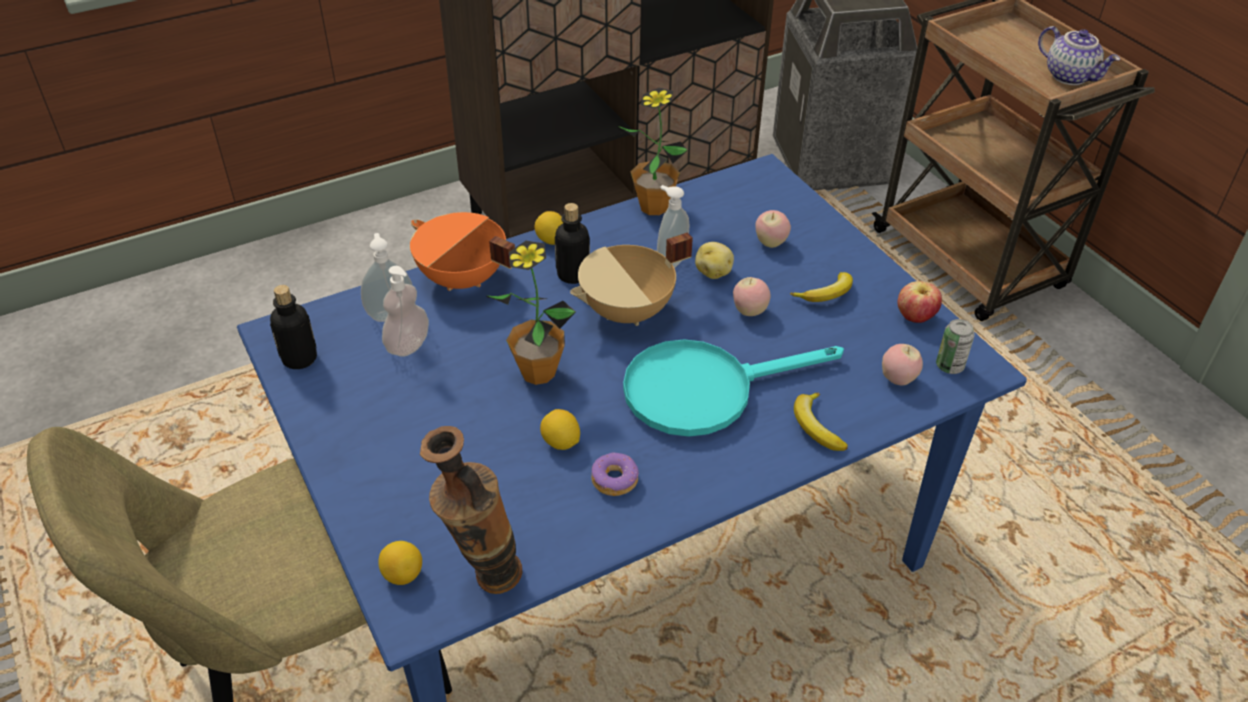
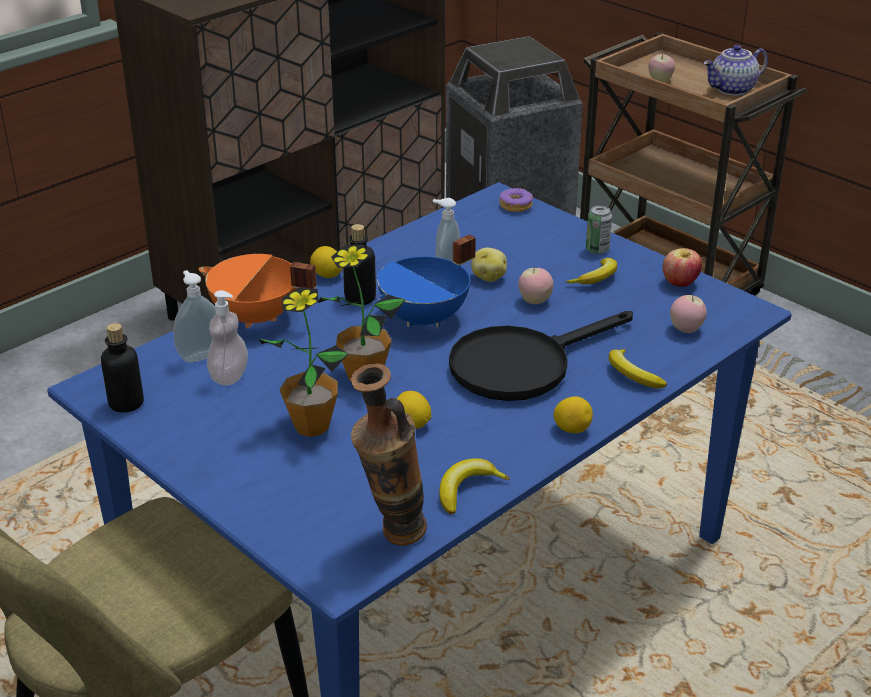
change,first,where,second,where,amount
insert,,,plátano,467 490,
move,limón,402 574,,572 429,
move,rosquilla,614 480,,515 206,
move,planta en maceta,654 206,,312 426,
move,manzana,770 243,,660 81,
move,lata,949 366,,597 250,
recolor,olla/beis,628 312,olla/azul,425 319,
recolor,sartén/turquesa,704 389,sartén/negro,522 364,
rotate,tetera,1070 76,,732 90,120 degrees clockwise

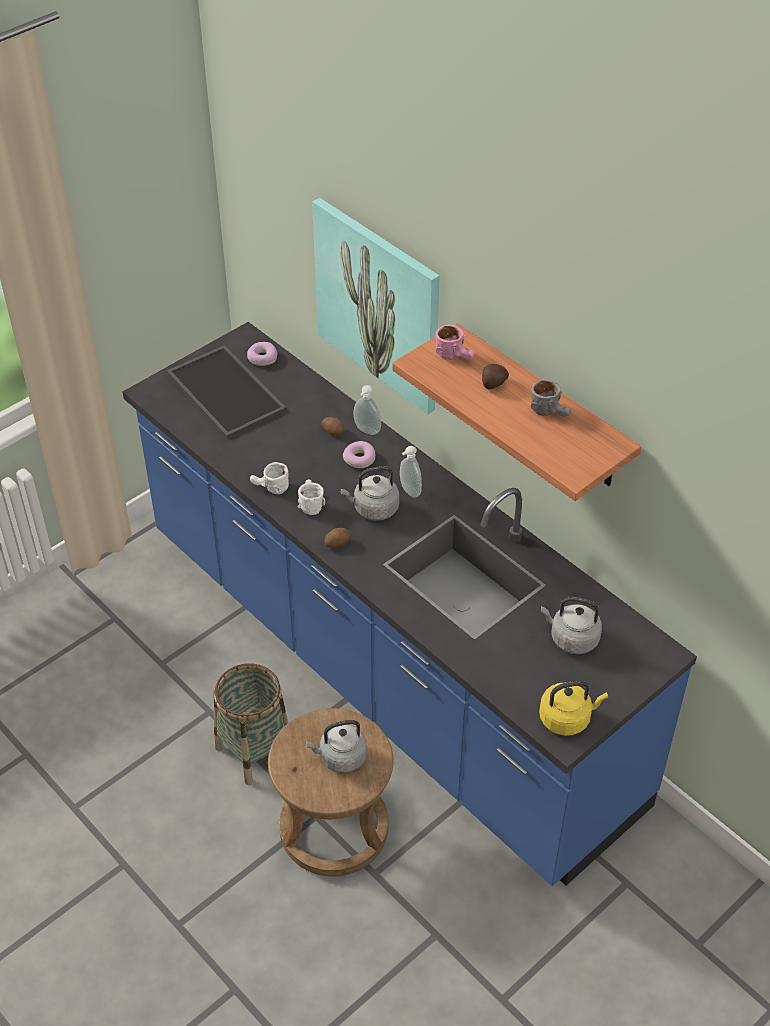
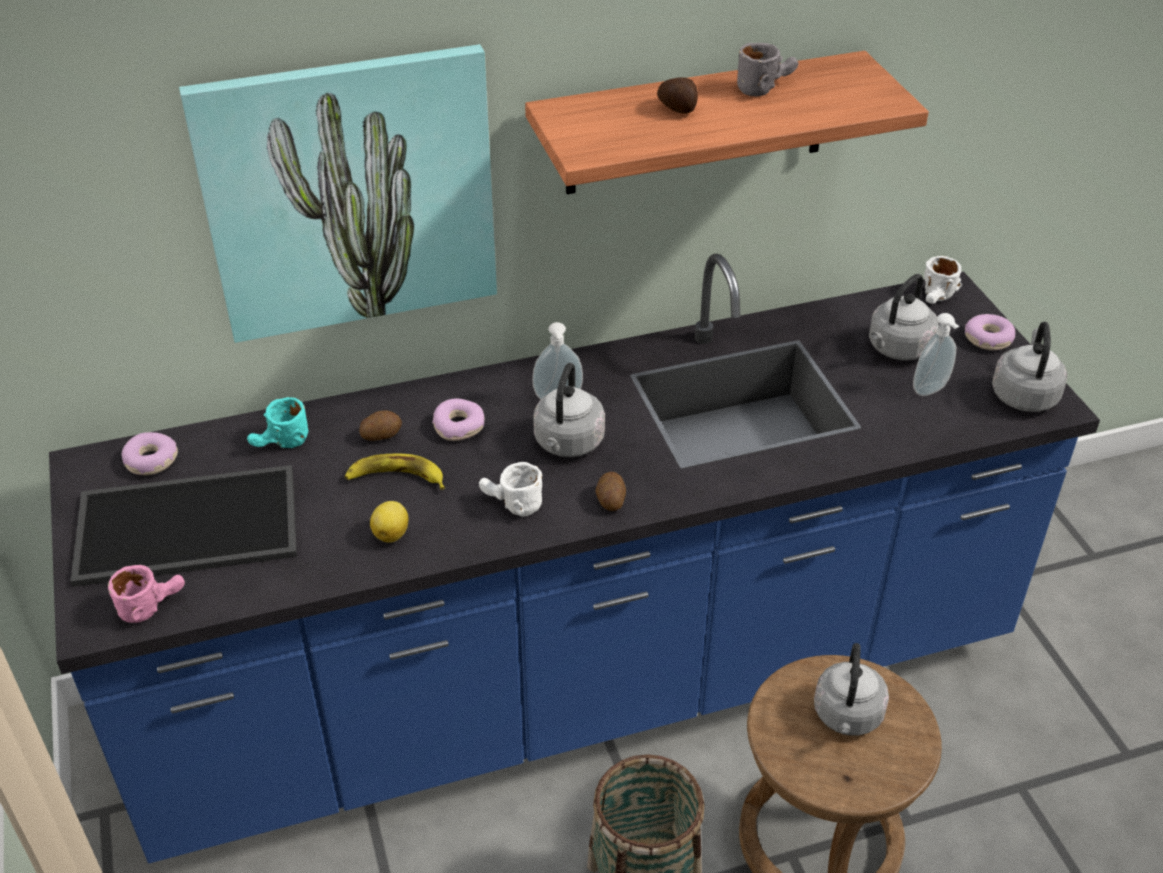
change,first,where,second,where,amount
insert,,,taza grande/turquesa,281 445,
insert,,,plátano,396 478,
insert,,,limón,392 533,
insert,,,rosquilla,988 339,
move,taza grande/blanco,270 489,,937 300,
move,dispensador de jabón,366 431,,931 390,
move,taza grande/rosa,456 356,,152 604,
recolor,hervidor/amarillo,567 718,hervidor/gris,1024 394,

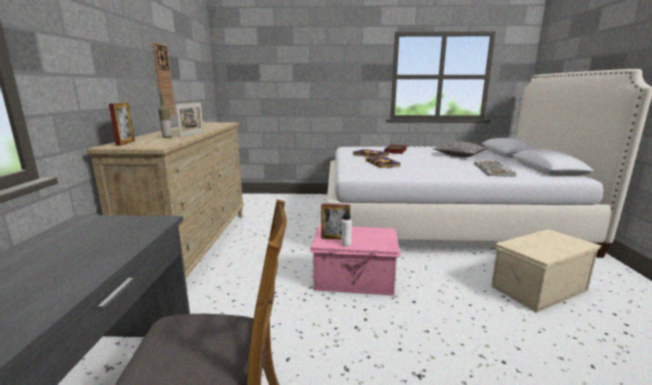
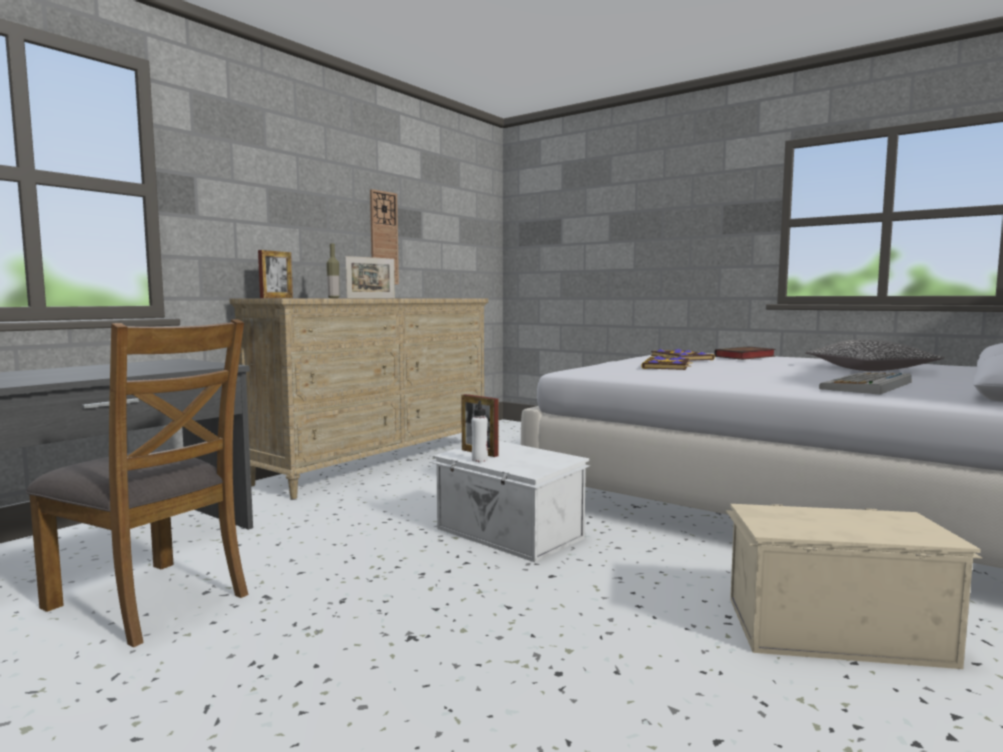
change,first,where,second,where,amount
recolor,caja de almacenaje/rosa,354 280,caja de almacenaje/blanco,508 534,

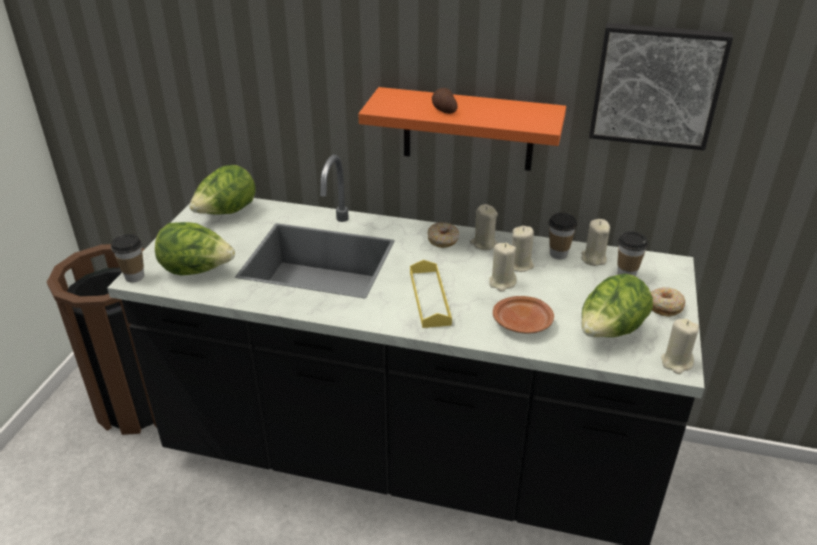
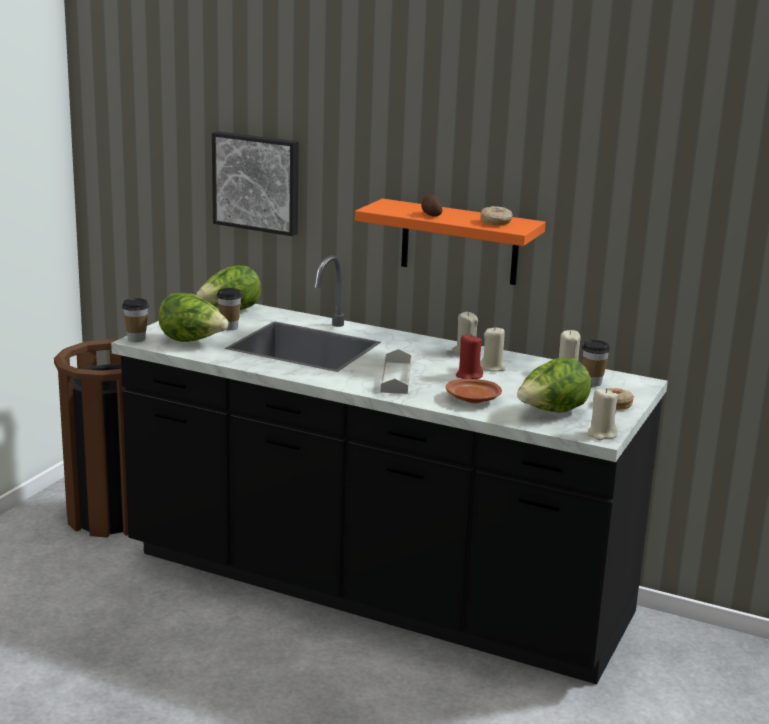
change,first,where,second,where,amount
move,rosquilla,443 240,,496 222,
move,taza,558 254,,229 327,
move,cuadro,656 85,,257 182,
recolor,bandeja/amarillo,429 298,bandeja/gris,396 377,
recolor,vela/beis,502 283,vela/rojo,468 376,

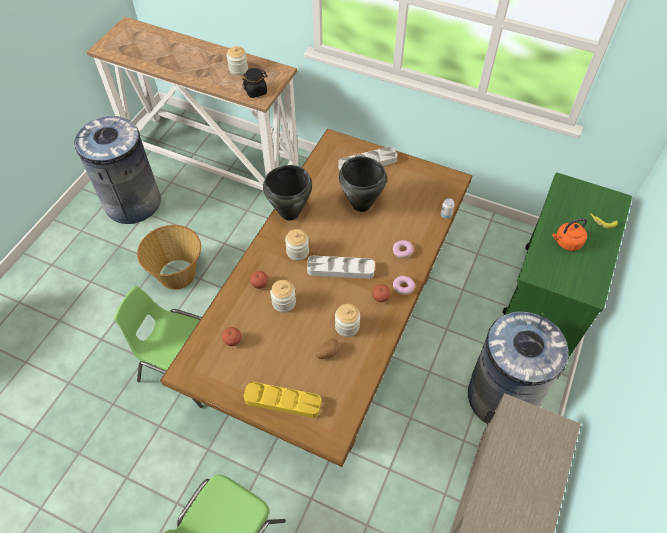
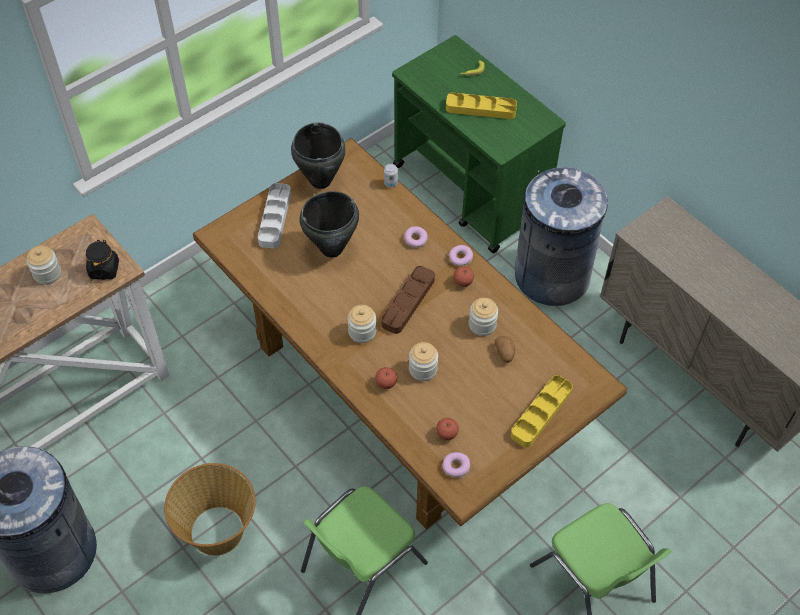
change,first,where,second,where,amount
insert,,,rosquilla,456 467,
move,olla/negro,289 213,,320 181,
replace,hervidor/naranja,566 242,bandeja/amarillo,481 109,
recolor,bandeja/gris,340 269,bandeja/marrón,408 302,

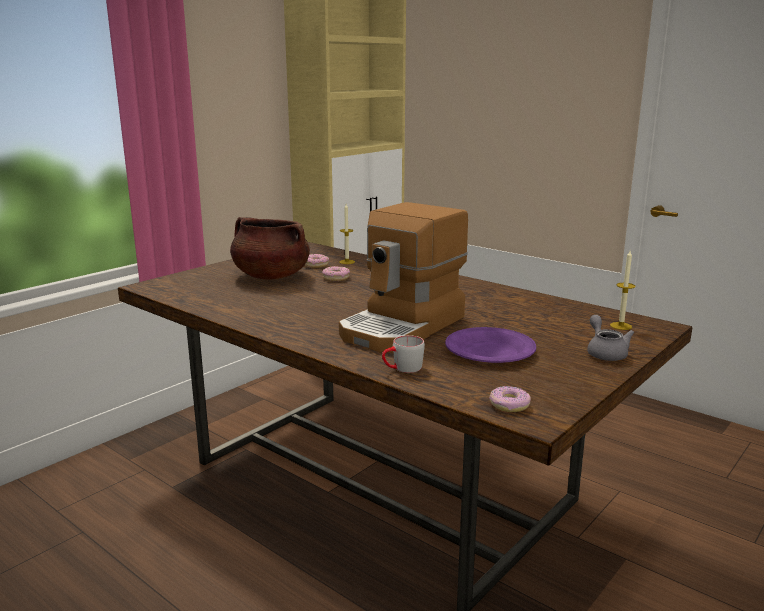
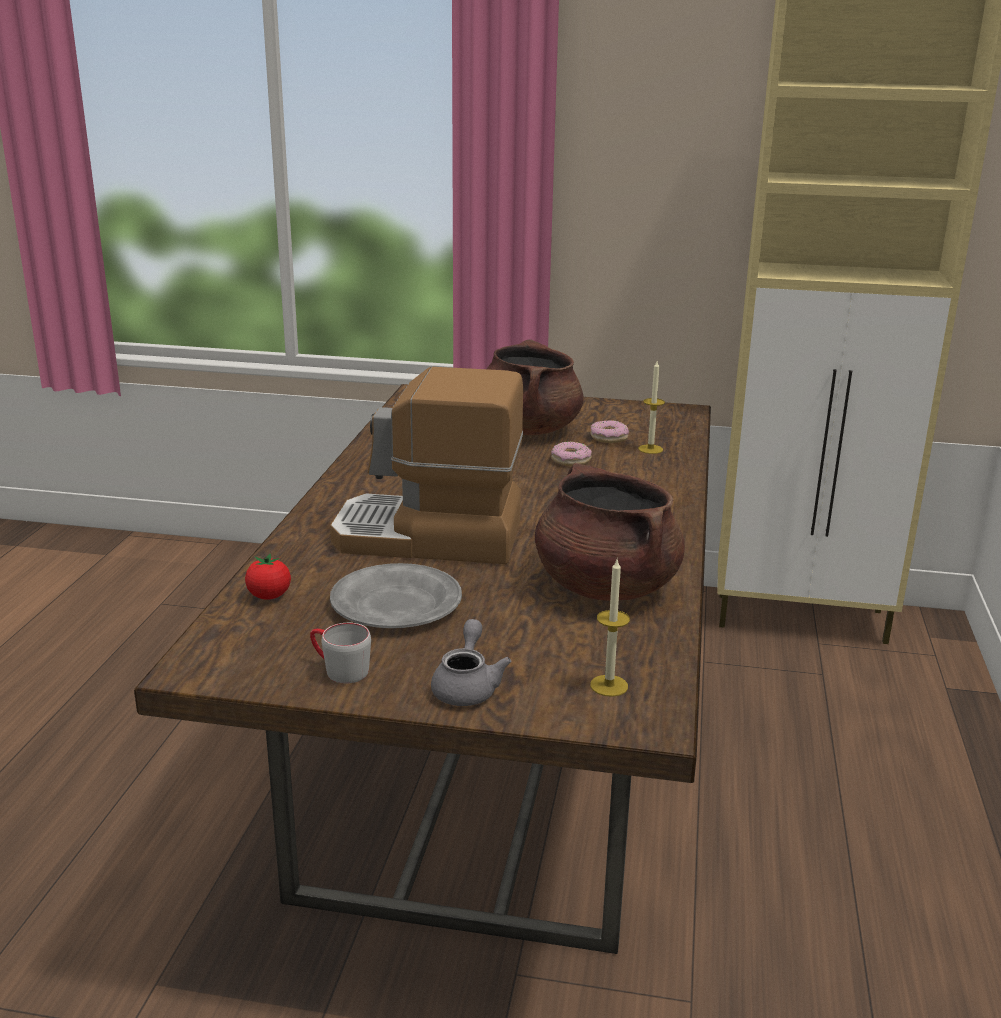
change,first,where,second,where,amount
delete,rosquilla,509 405,,,
insert,,,tomate,269 596,
insert,,,olla/marrón,605 586,
move,taza grande/gris,402 369,,339 669,
recolor,plato/morado,490 350,plato/gris,397 604,
rotate,tetera/gris,605 353,,467 686,45 degrees counterclockwise

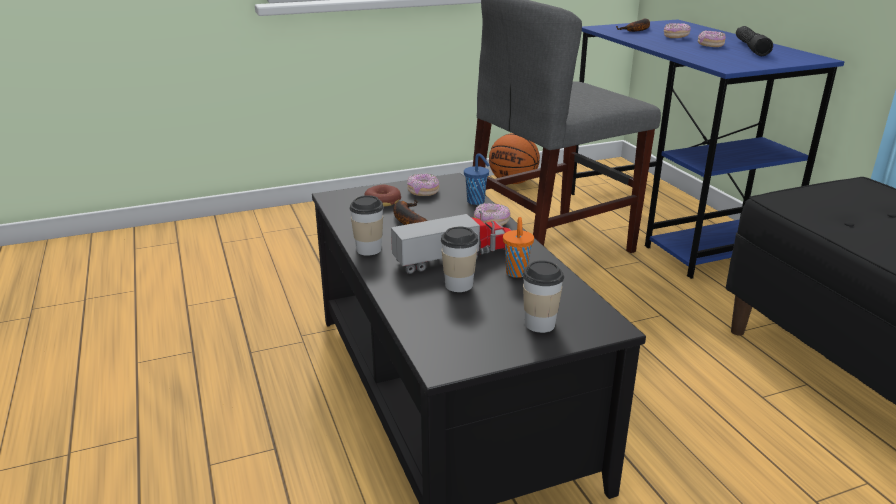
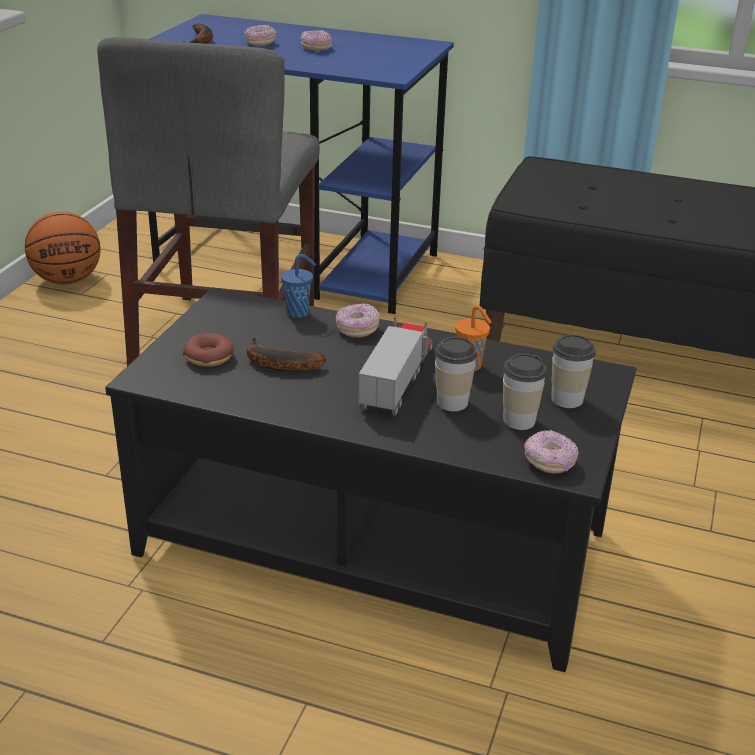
change,first,where,second,where,amount
delete,linterna/negro,750 48,,,
move,taza,368 249,,519 420,
move,rosquilla,423 192,,549 462,

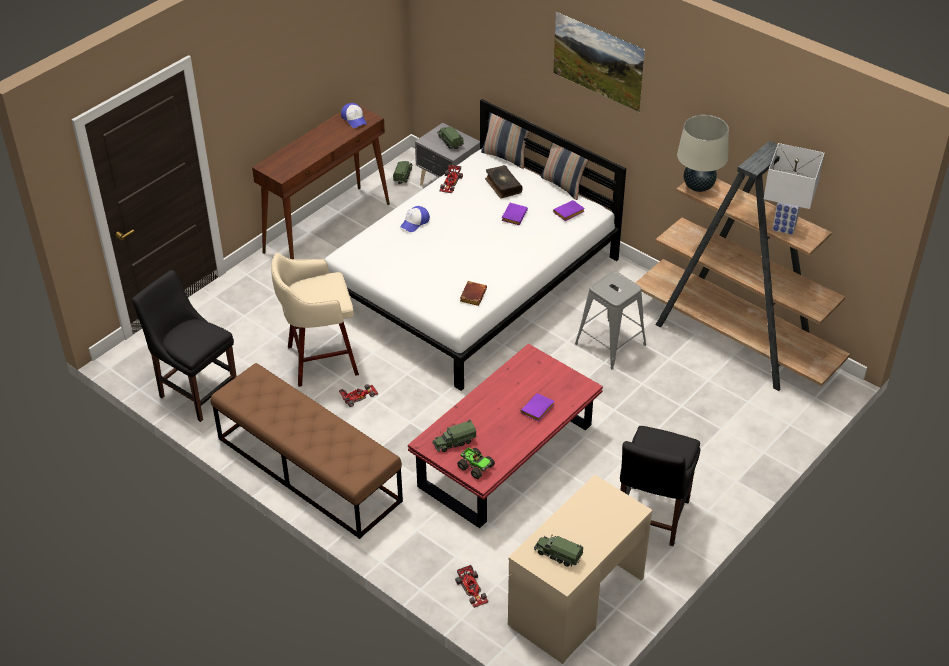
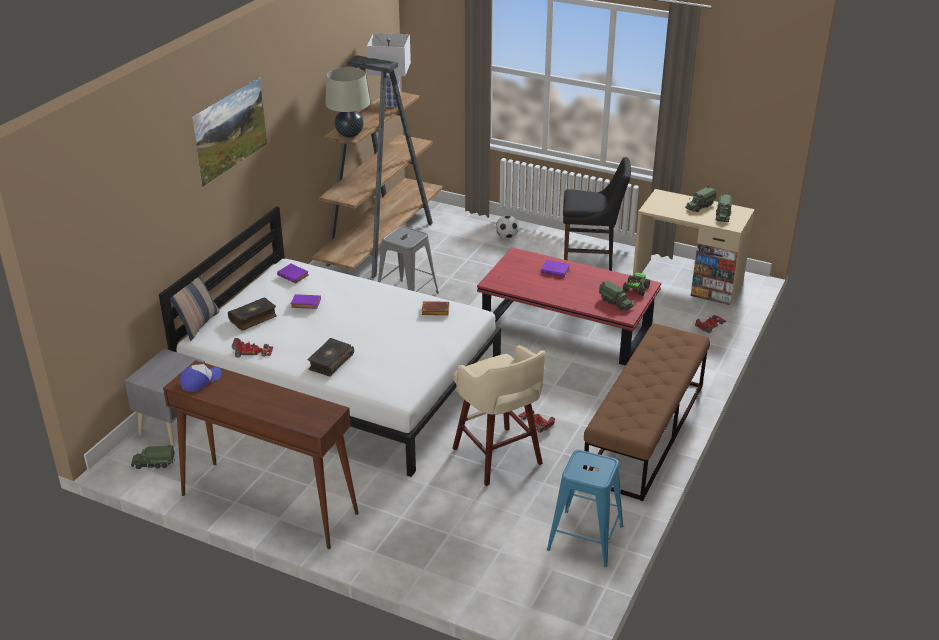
change,first,where,second,where,amount
delete,cojín,563 185,,,
insert,,,balón de fútbol,507 236,
move,camión de juguete,450 141,,699 206,
replace,silla/negro,196 391,taburete/azul,585 538,
replace,gorra,415 222,libro,330 362,

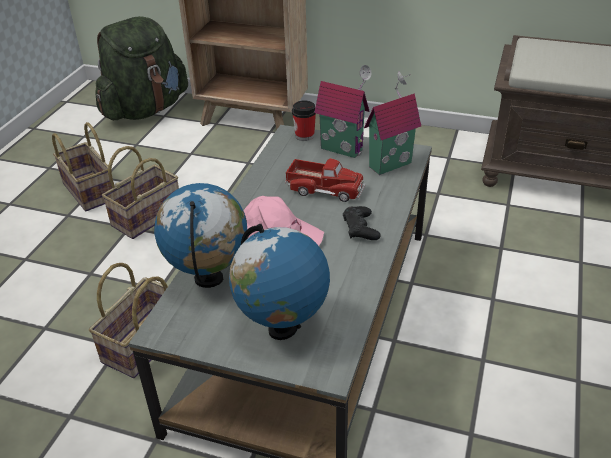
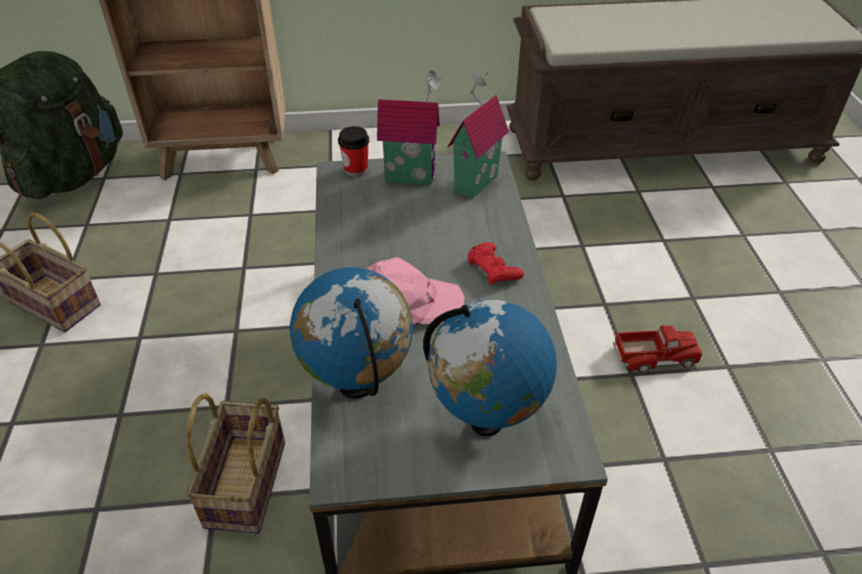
change,first,where,second,where,amount
delete,cesta,147 216,,,
move,camión de juguete,325 189,,655 356,
recolor,mando de consola/negro,360 228,mando de consola/rojo,493 269,

